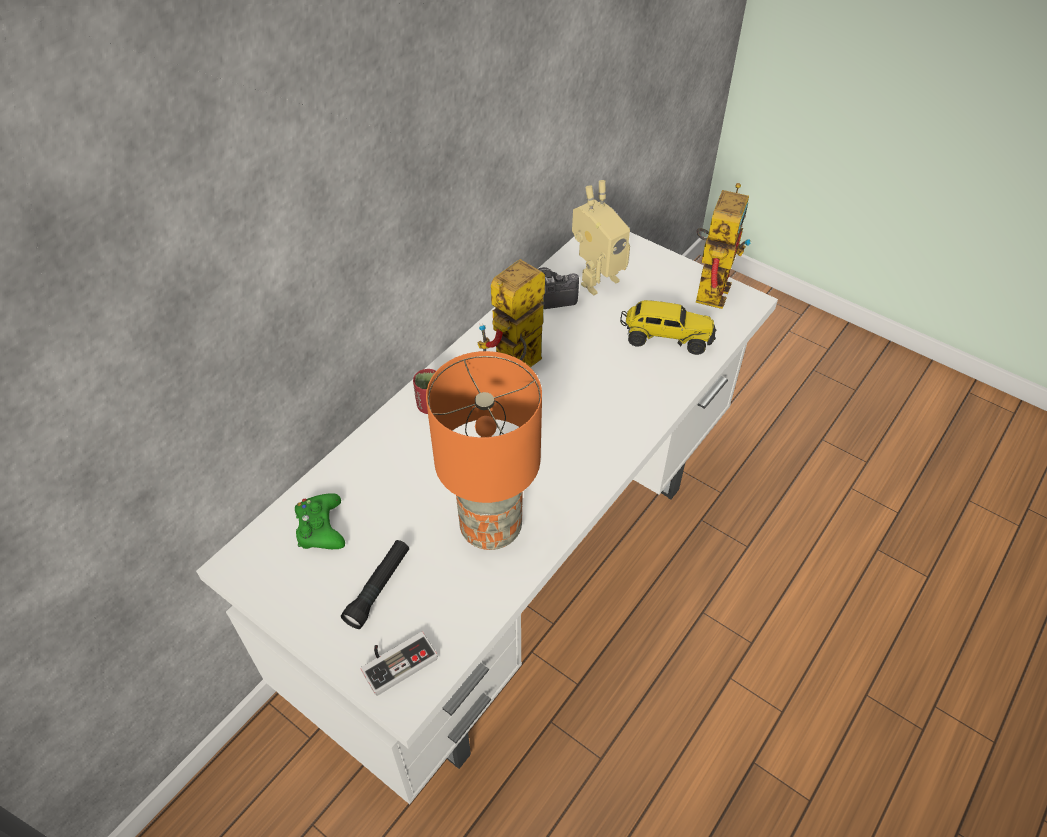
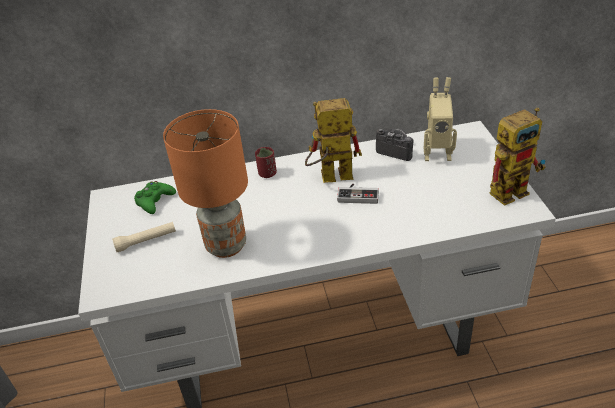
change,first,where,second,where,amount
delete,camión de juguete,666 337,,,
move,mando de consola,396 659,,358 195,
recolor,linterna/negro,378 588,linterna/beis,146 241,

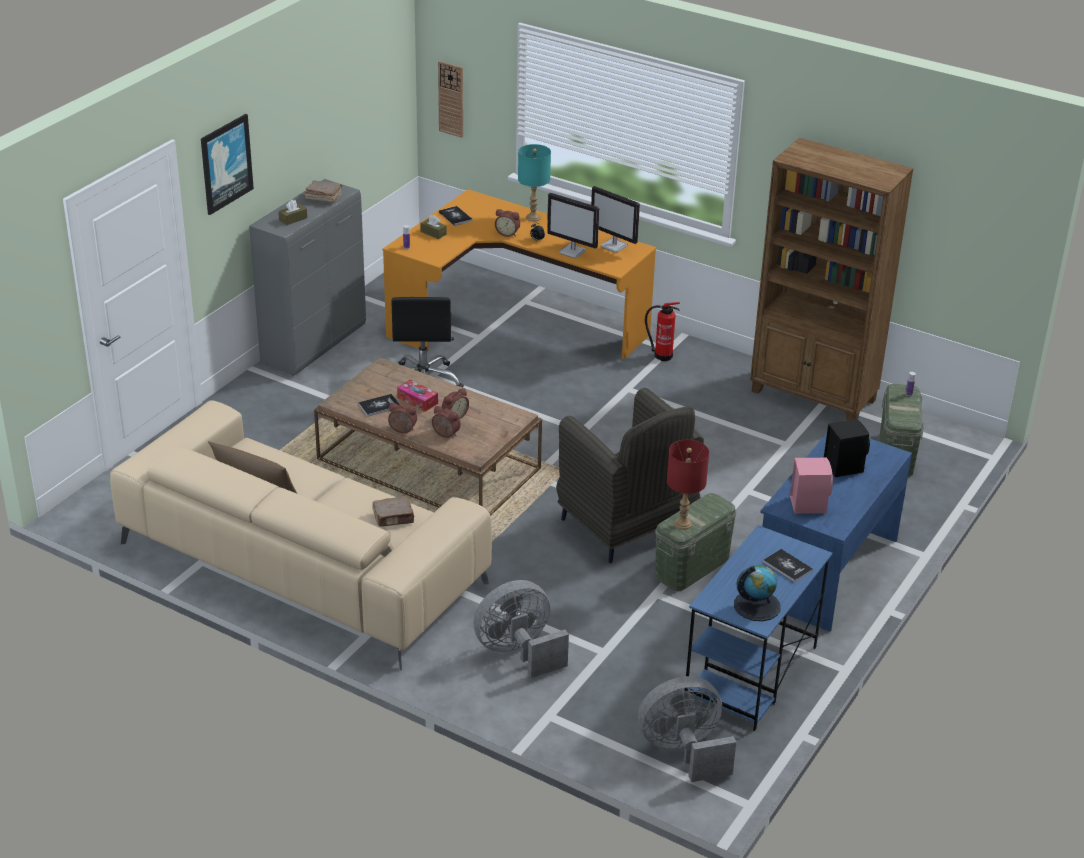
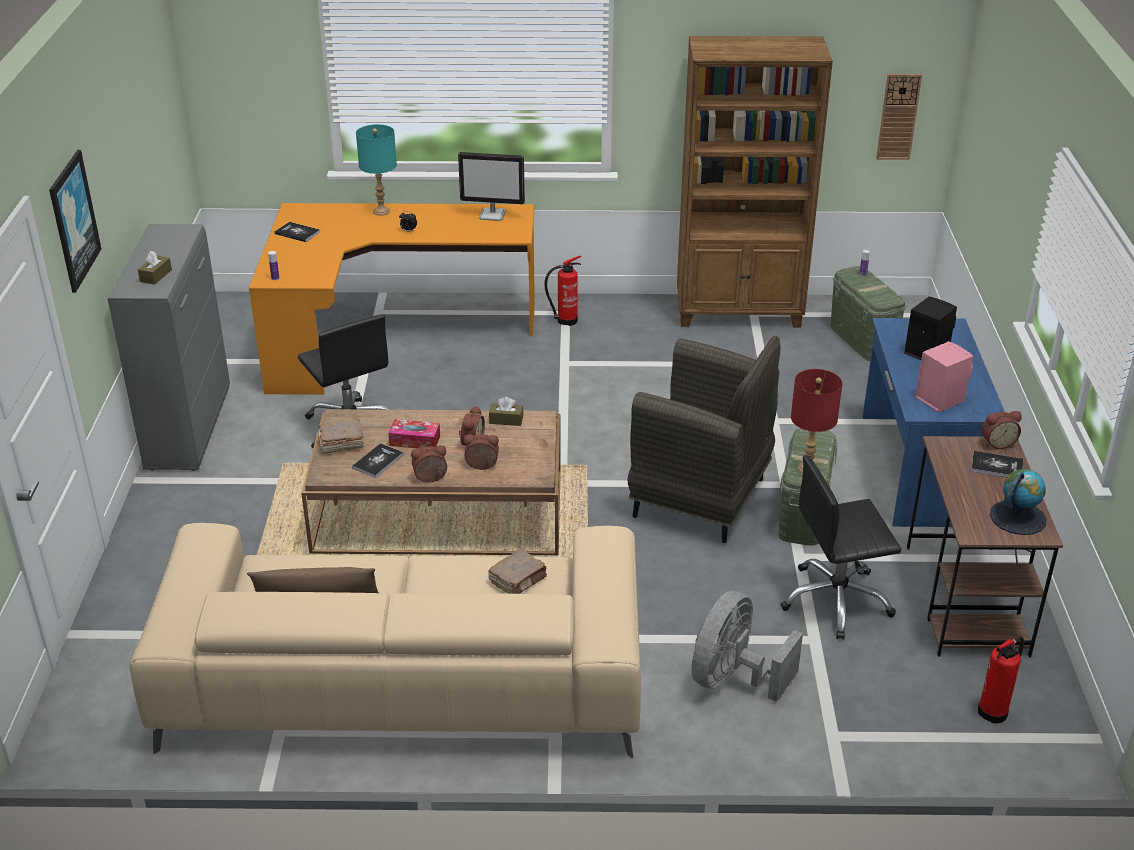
change,first,where,second,where,amount
delete,monitor,573 252,,,
insert,,,silla de oficina/negro,836 601,
move,libro/marrón,323 197,,341 444,
move,caja de pañuelos/marrón,433 233,,506 420,
move,reloj de pared,451 99,,898 117,
move,despertador,507 233,,997 443,
replace,ventilador/gris,684 751,extintor,994 711,
recolor,escritorio/azul,750 674,escritorio/marrón,966 600,

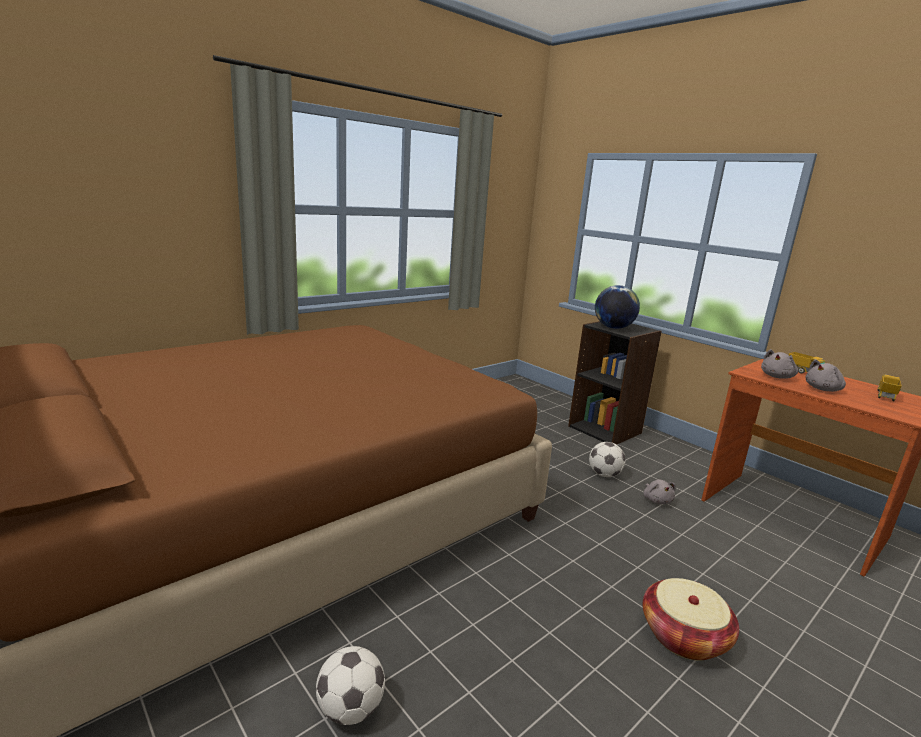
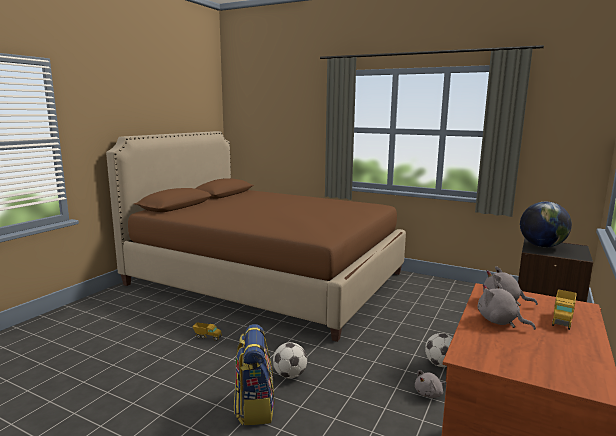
change,first,where,second,where,amount
move,balón de fútbol,350 709,,290 375,
move,camión de juguete,885 396,,207 337,
replace,cesta,683 636,mochila,254 407,

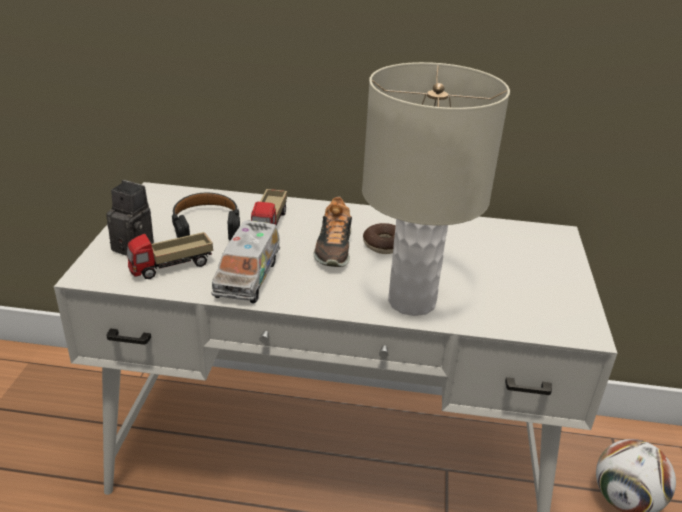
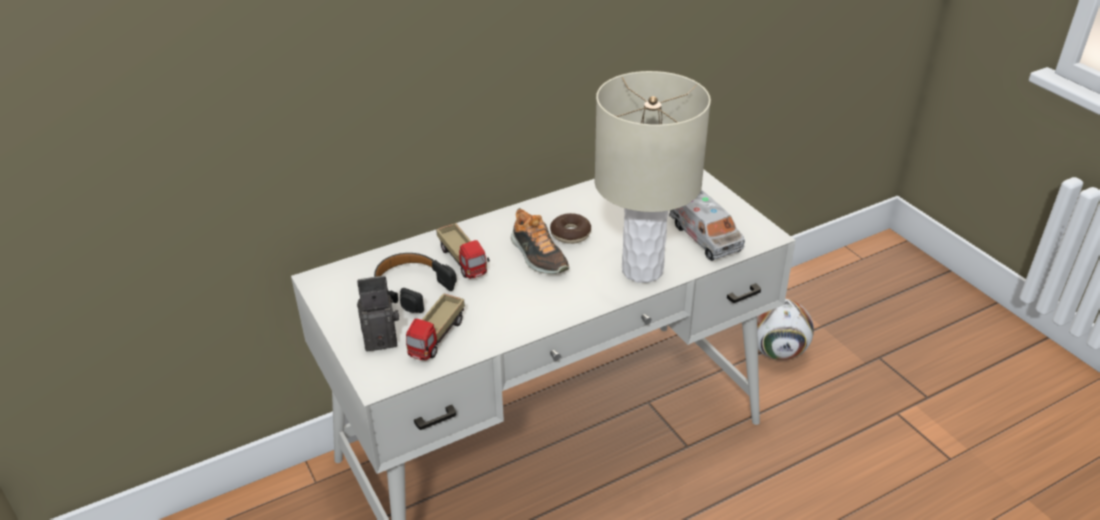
change,first,where,second,where,amount
move,camión de juguete,248 276,,705 236,

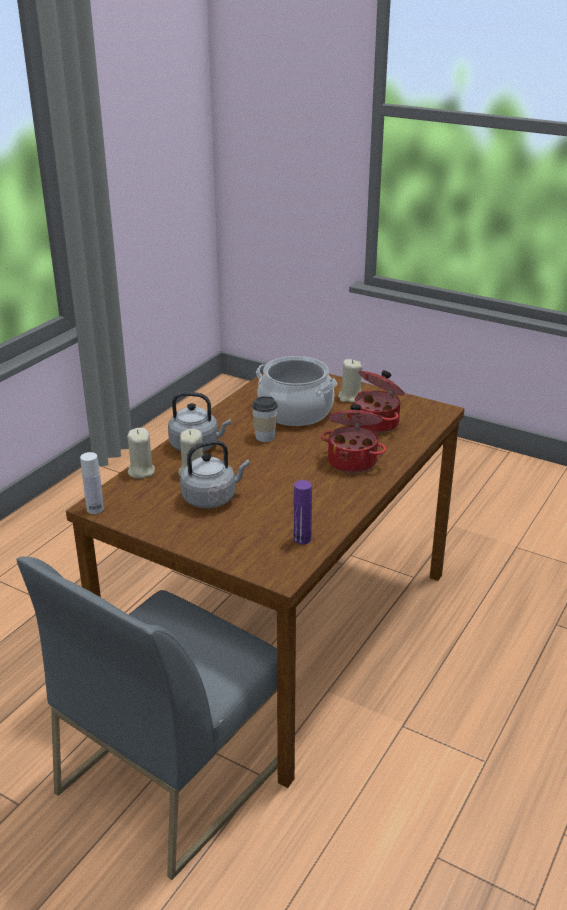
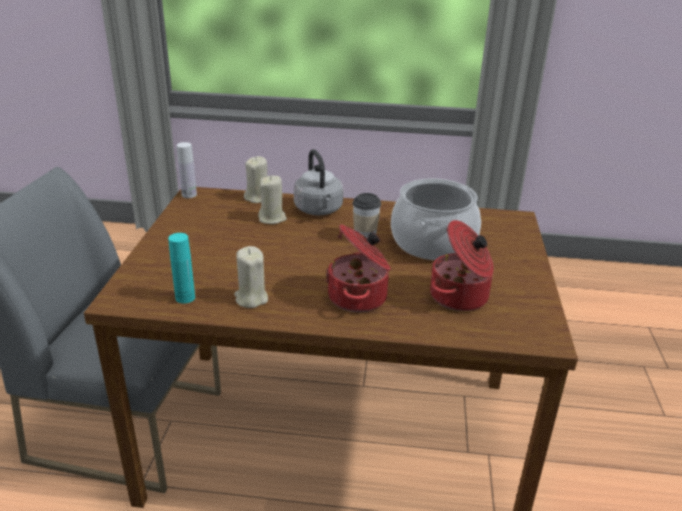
change,first,where,second,where,amount
delete,hervidor/gris,212 498,,,
move,vela/beis,350 397,,251 298,
recolor,botella/morado,302 539,botella/turquesa,185 298,

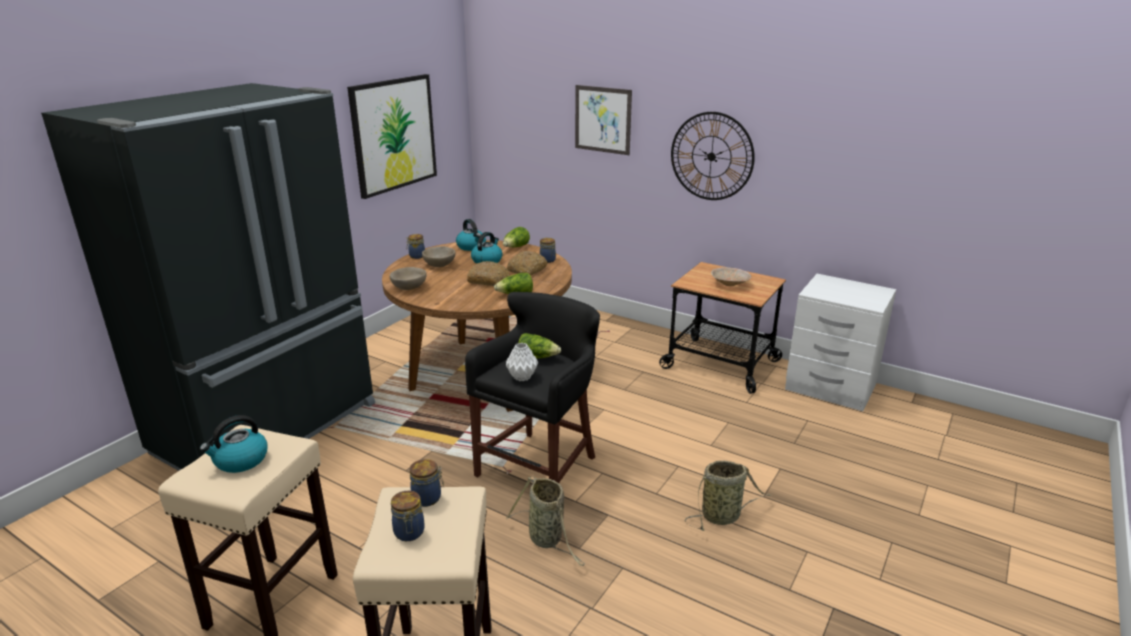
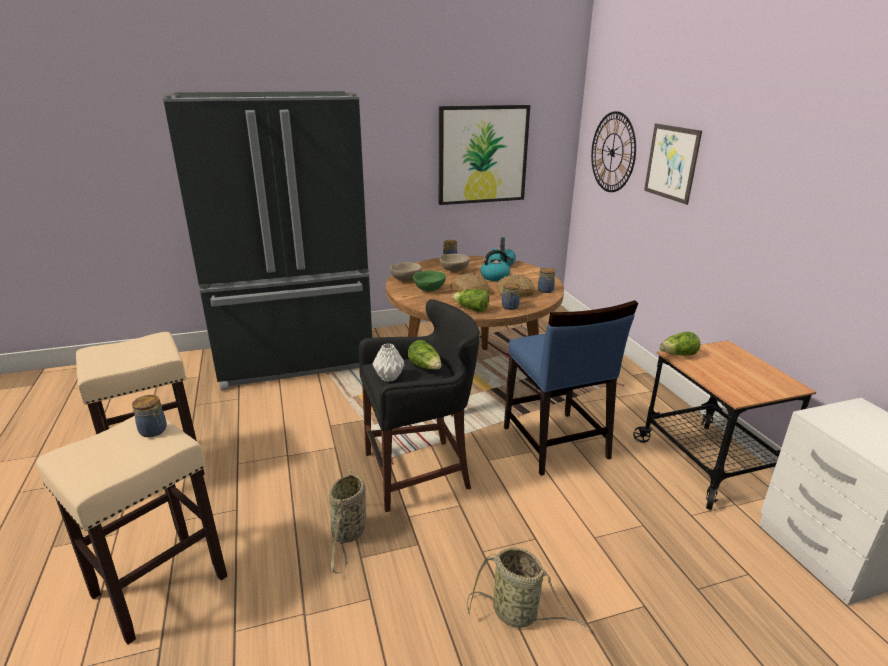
change,first,where,second,where,amount
delete,hervidor,240 461,,,
delete,cuenco/beis,730 284,,,
insert,,,cuenco/verde,429 289,
insert,,,silla/azul,555 443,
move,tarro,409 533,,509 307,
move,lechuga,516 247,,678 355,
move,reloj de pared,711 156,,612 152,

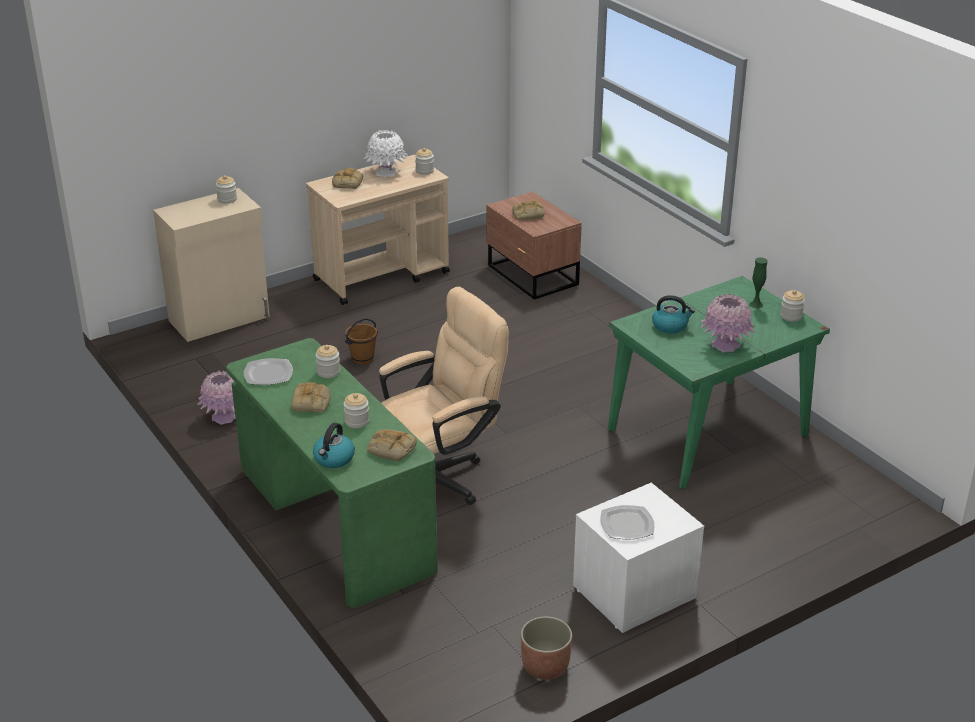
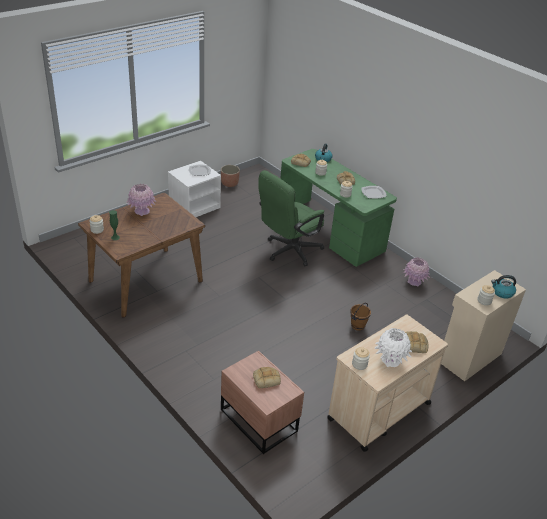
change,first,where,second,where,amount
move,hervidor,670 326,,502 292,
recolor,silla de oficina/beis,438 478,silla de oficina/verde,288 251,
recolor,mesa de comedor/verde,708 431,mesa de comedor/marrón,145 281,

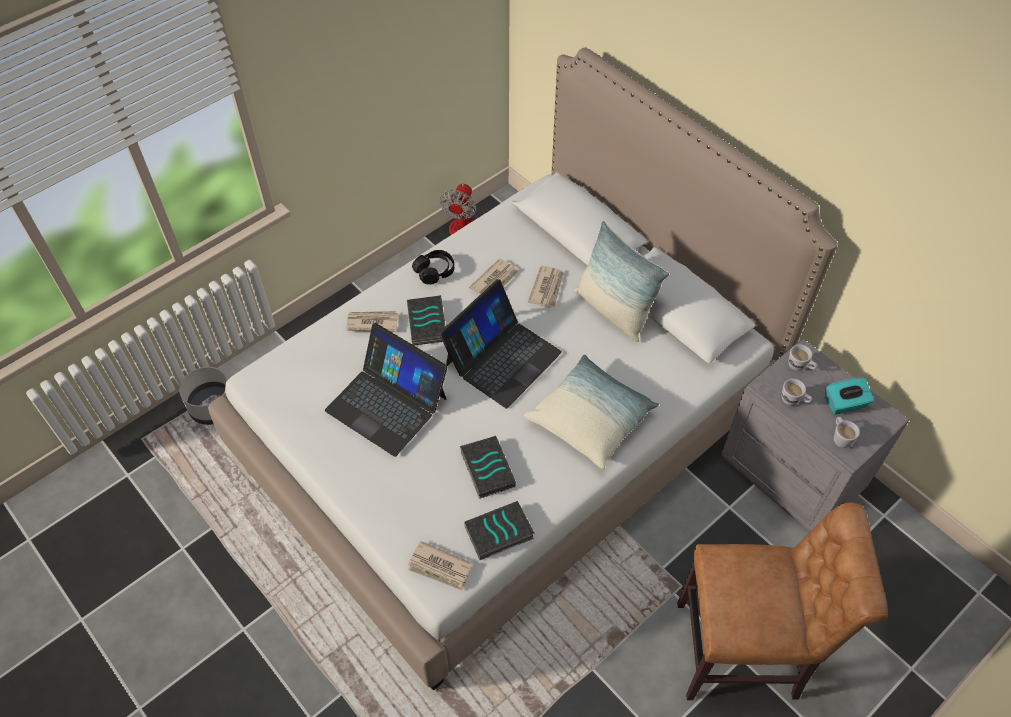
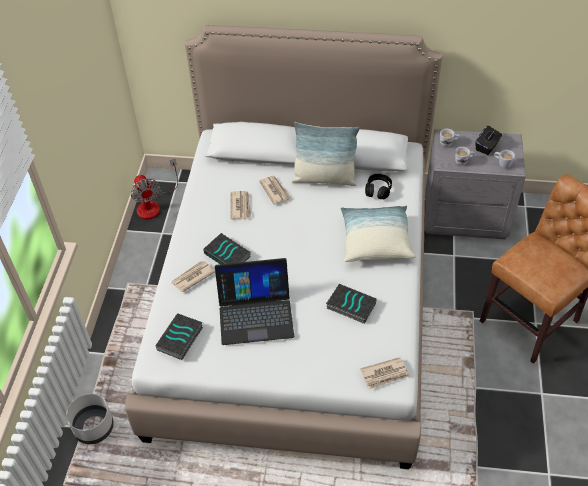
change,first,where,second,where,amount
delete,portátil,502 358,,,
move,auriculares/negro,434 271,,378 190,
move,libro,498 534,,180 339,
recolor,caja de pañuelos/turquesa,844 404,caja de pañuelos/negro,487 147,

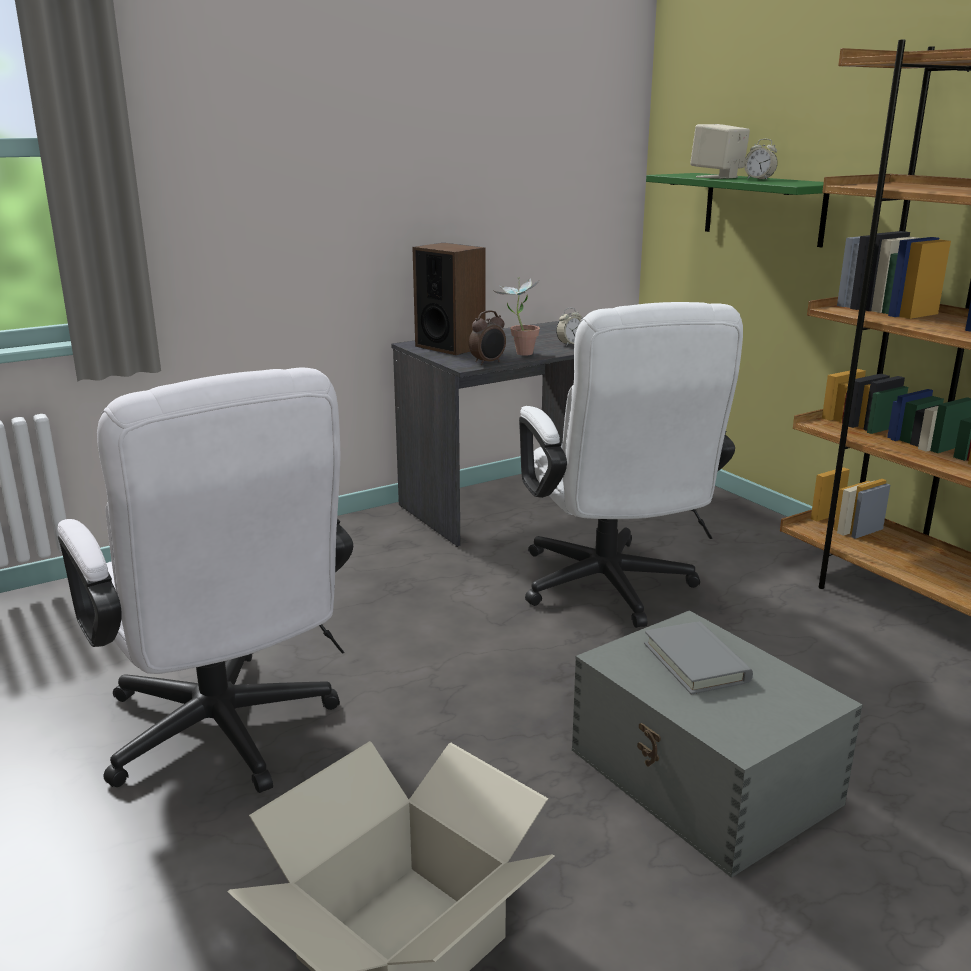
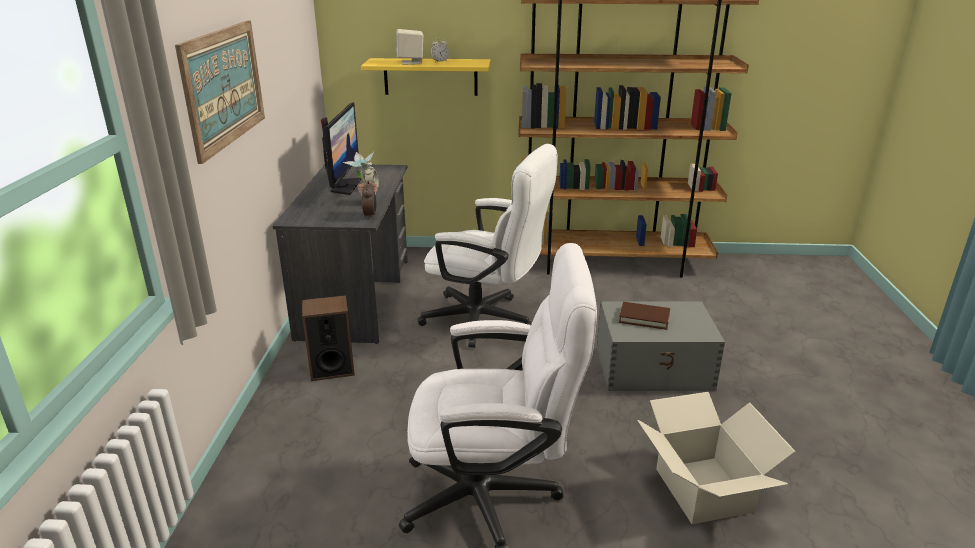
change,first,where,second,where,amount
insert,,,cuadro,224 86,
insert,,,monitor,344 186,
move,altavoz,450 346,,332 369,
recolor,libro/gris,696 662,libro/marrón,644 318,
recolor,estante/verde,763 208,estante/amarillo,430 77,

